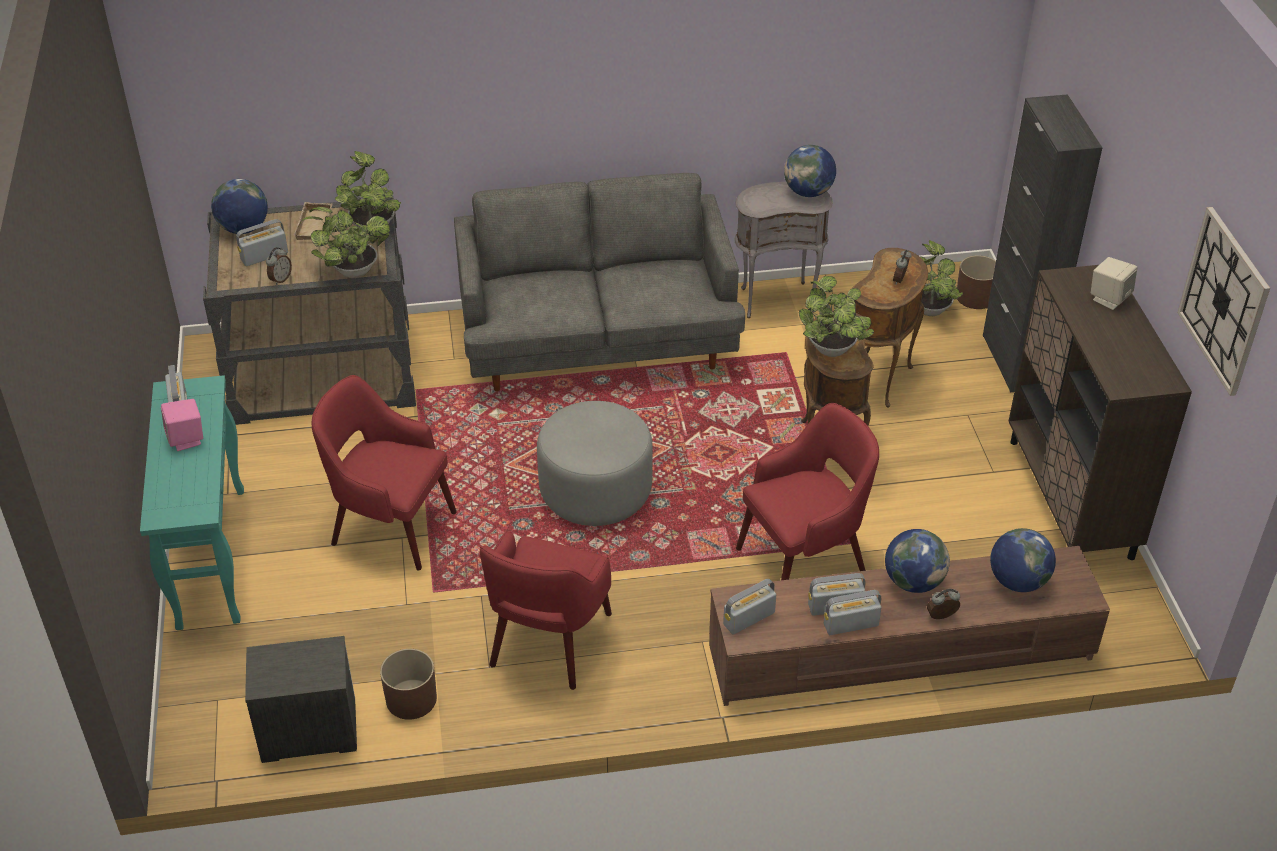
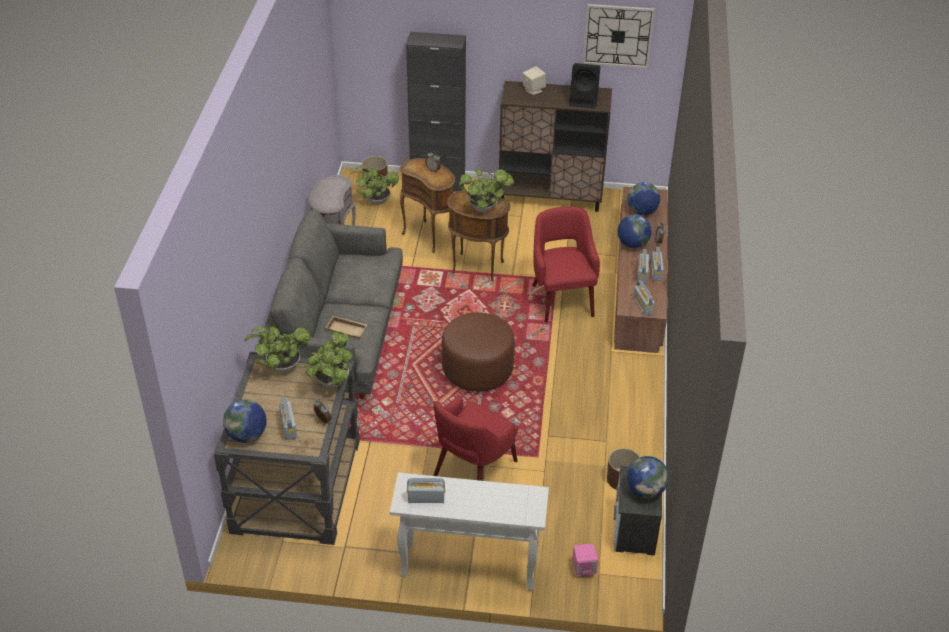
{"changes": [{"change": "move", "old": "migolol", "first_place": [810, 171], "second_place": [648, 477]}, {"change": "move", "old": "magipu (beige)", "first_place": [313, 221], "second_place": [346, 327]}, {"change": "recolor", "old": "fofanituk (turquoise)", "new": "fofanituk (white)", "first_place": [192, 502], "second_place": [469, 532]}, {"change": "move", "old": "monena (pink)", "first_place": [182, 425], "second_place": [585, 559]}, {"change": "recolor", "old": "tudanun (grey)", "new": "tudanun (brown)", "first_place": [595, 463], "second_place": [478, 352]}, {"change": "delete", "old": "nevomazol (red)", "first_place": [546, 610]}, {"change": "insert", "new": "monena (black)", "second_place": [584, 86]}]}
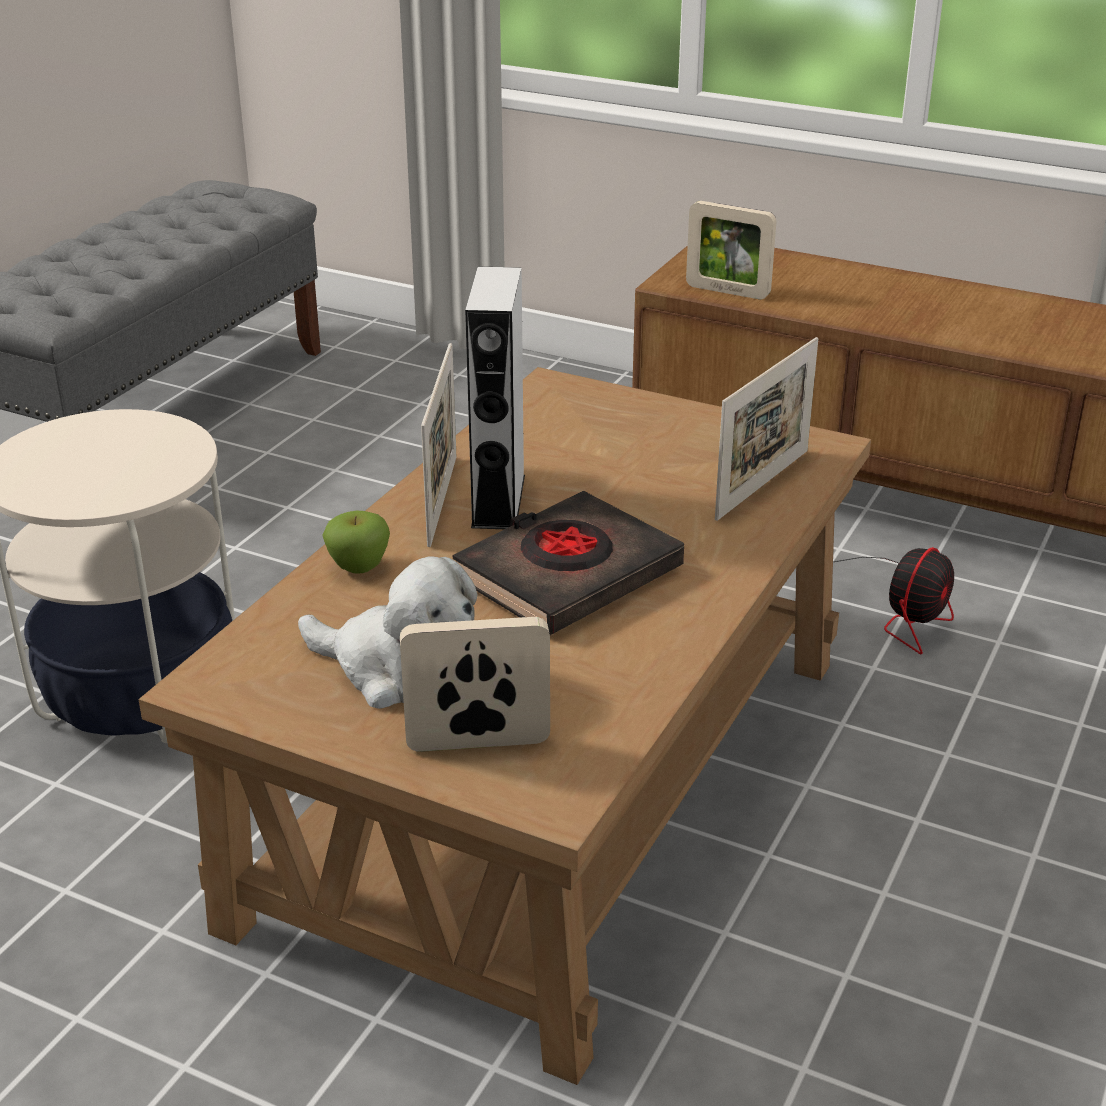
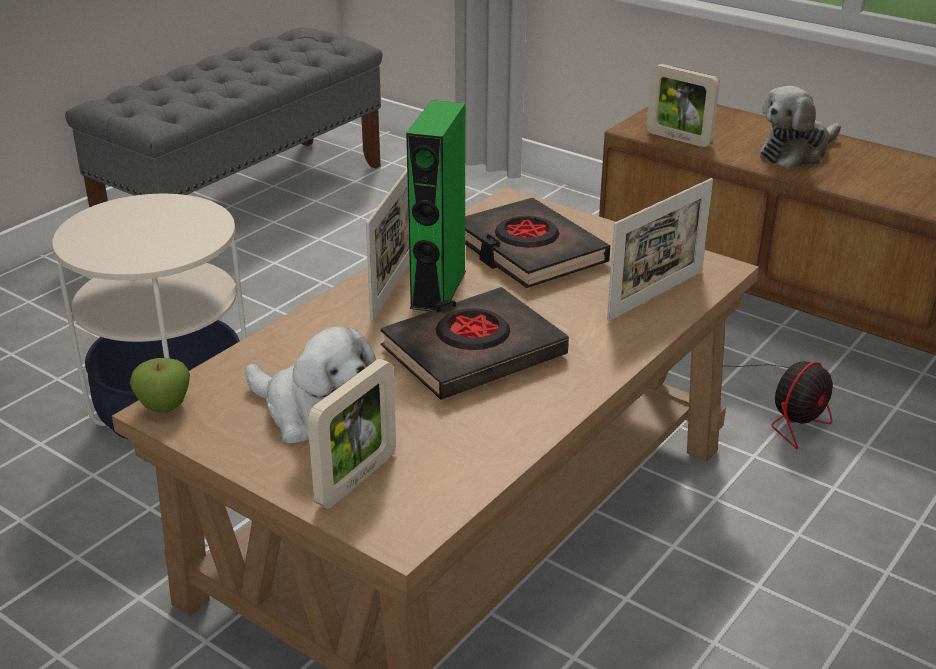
{"changes": [{"change": "recolor", "old": "monena (grey)", "new": "monena (green)", "first_place": [495, 398], "second_place": [436, 205]}, {"change": "move", "old": "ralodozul", "first_place": [356, 542], "second_place": [160, 385]}, {"change": "rotate", "old": "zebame", "first_place": [475, 684], "second_place": [352, 433], "degrees": 120}, {"change": "insert", "new": "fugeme", "second_place": [800, 127]}, {"change": "insert", "new": "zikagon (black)", "second_place": [537, 243]}]}
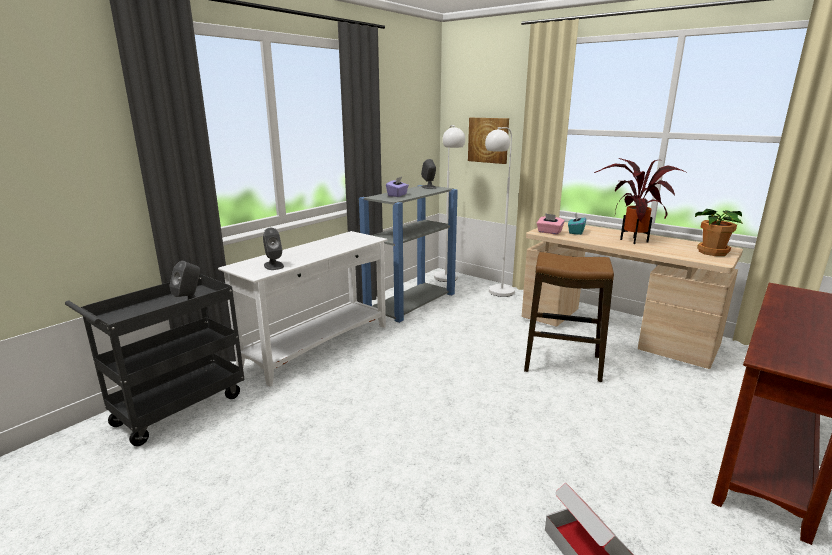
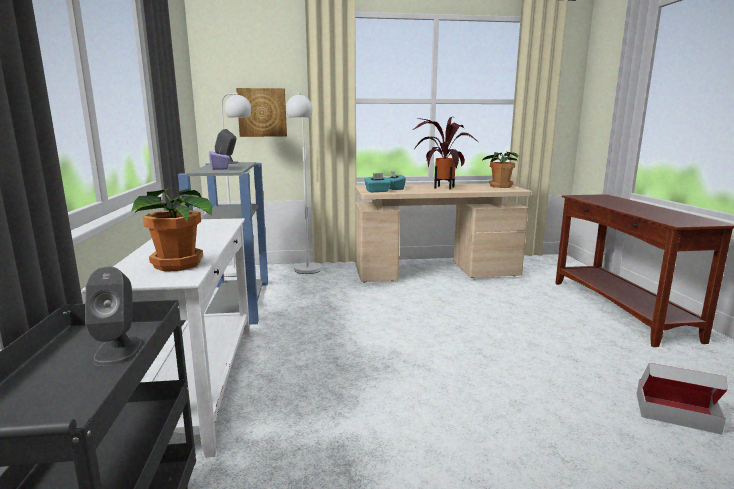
{"changes": [{"change": "recolor", "old": "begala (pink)", "new": "begala (turquoise)", "first_place": [551, 223], "second_place": [377, 182]}, {"change": "replace", "old": "monena (grey)", "new": "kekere", "first_place": [273, 249], "second_place": [172, 229]}, {"change": "delete", "old": "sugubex", "first_place": [569, 317]}]}
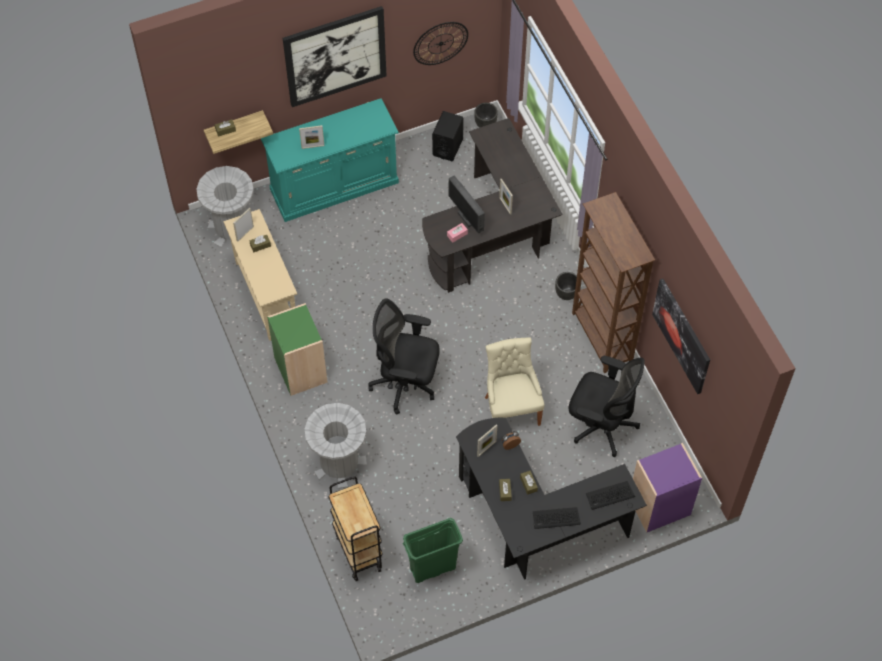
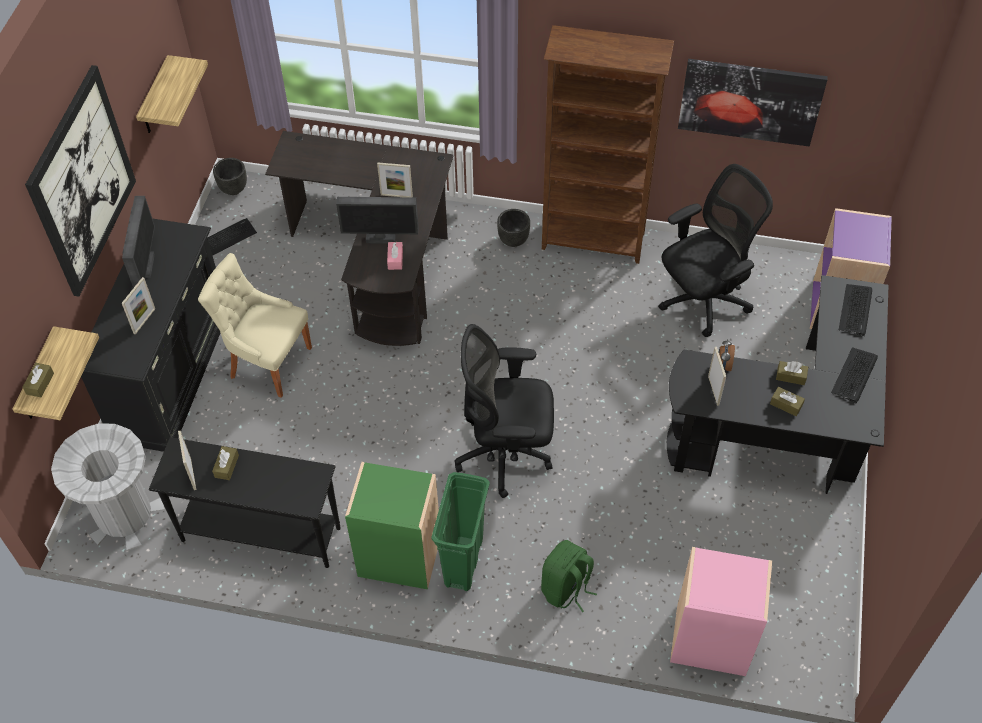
{"changes": [{"change": "replace", "old": "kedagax", "new": "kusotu", "first_place": [440, 43], "second_place": [172, 94]}, {"change": "recolor", "old": "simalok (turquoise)", "new": "simalok (black)", "first_place": [330, 160], "second_place": [150, 335]}, {"change": "replace", "old": "monena (black)", "new": "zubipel", "first_place": [448, 136], "second_place": [232, 237]}, {"change": "recolor", "old": "fofanituk (beige)", "new": "fofanituk (black)", "first_place": [260, 275], "second_place": [245, 502]}, {"change": "rotate", "old": "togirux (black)", "first_place": [404, 356], "second_place": [504, 411], "degrees": 45}, {"change": "move", "old": "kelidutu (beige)", "first_place": [514, 381], "second_place": [255, 325]}, {"change": "replace", "old": "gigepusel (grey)", "new": "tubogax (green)", "first_place": [336, 445], "second_place": [569, 576]}, {"change": "replace", "old": "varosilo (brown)", "new": "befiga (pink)", "first_place": [355, 528], "second_place": [721, 611]}, {"change": "move", "old": "gigepusel (green)", "first_place": [433, 550], "second_place": [460, 531]}, {"change": "insert", "new": "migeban", "second_place": [138, 242]}]}
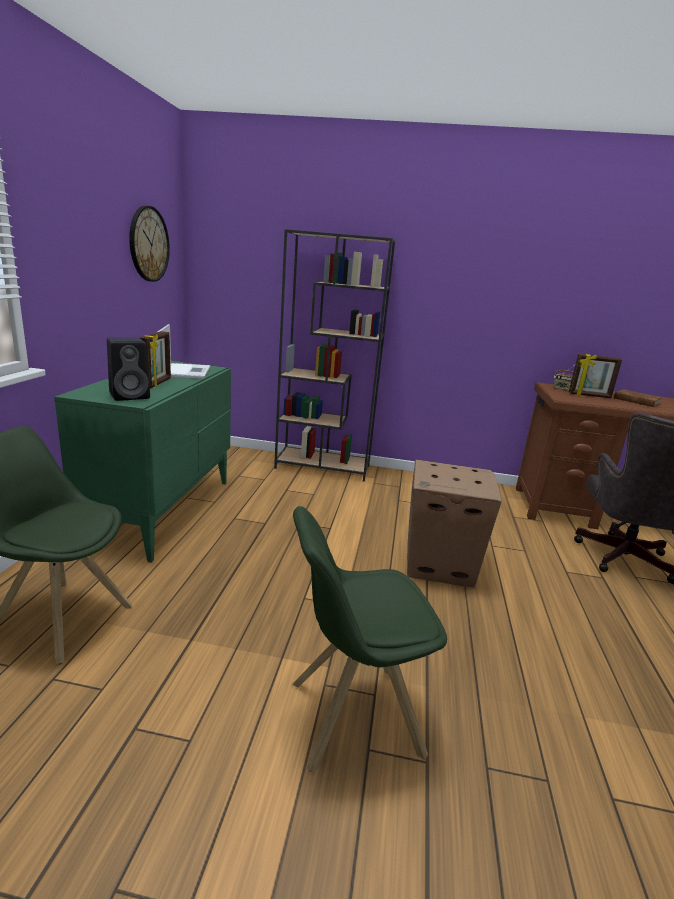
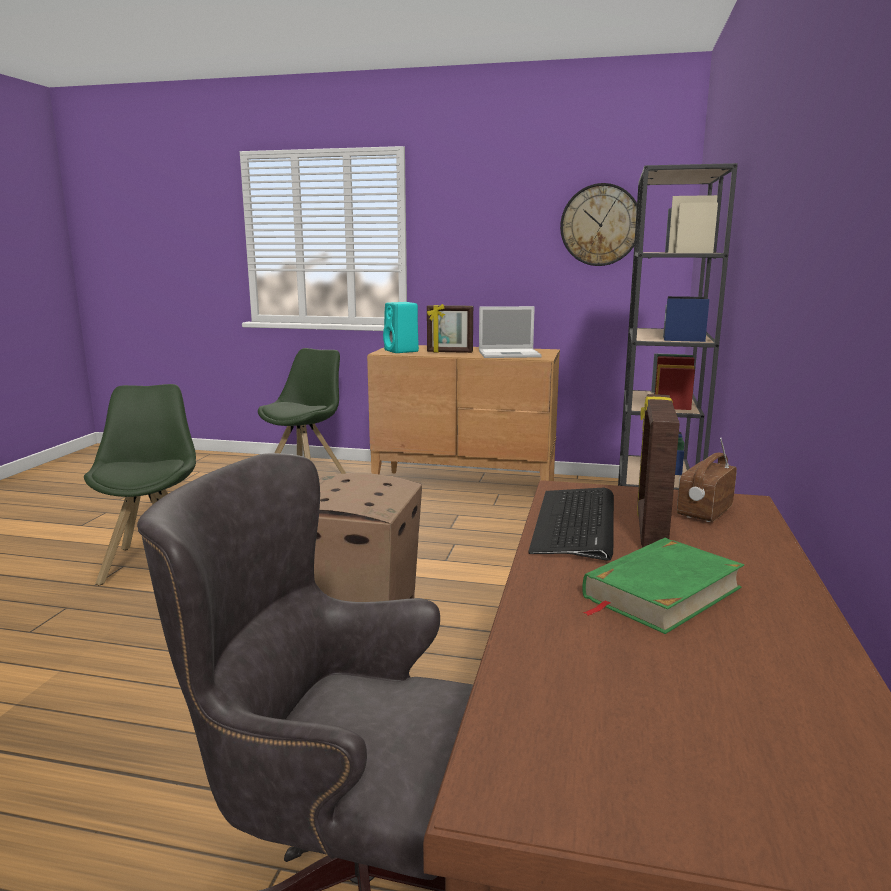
{"changes": [{"change": "recolor", "old": "monena (black)", "new": "monena (turquoise)", "first_place": [128, 369], "second_place": [401, 327]}, {"change": "recolor", "old": "simalok (green)", "new": "simalok (brown)", "first_place": [142, 462], "second_place": [463, 413]}, {"change": "recolor", "old": "zikagon (brown)", "new": "zikagon (green)", "first_place": [638, 398], "second_place": [663, 586]}, {"change": "insert", "new": "zubipel", "second_place": [571, 524]}]}
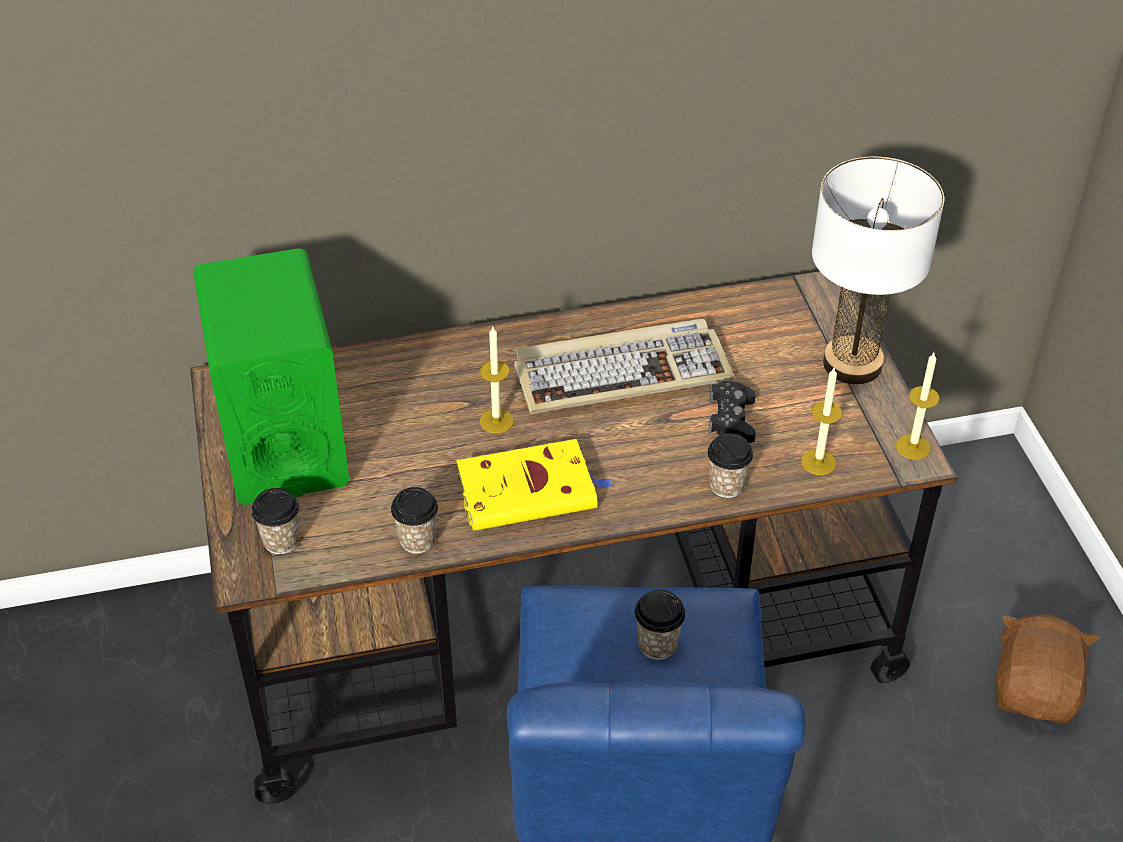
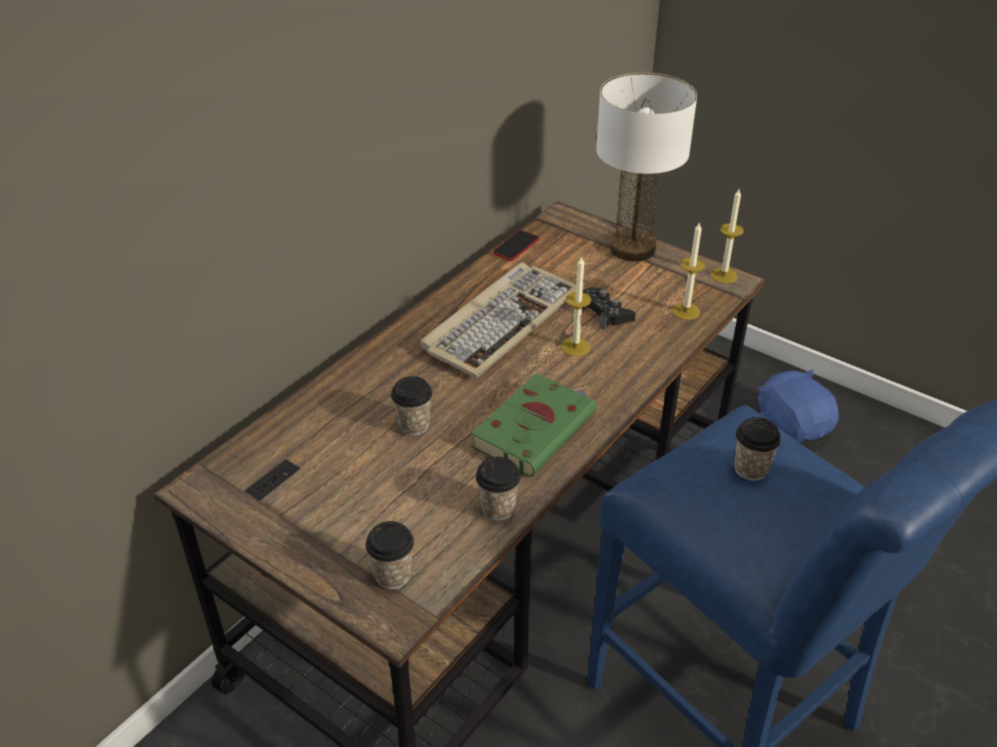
{"changes": [{"change": "delete", "old": "monena (green)", "first_place": [271, 376]}, {"change": "move", "old": "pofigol", "first_place": [497, 380], "second_place": [576, 306]}, {"change": "move", "old": "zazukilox", "first_place": [730, 465], "second_place": [411, 406]}, {"change": "recolor", "old": "zikagon (yellow)", "new": "zikagon (green)", "first_place": [535, 485], "second_place": [534, 425]}, {"change": "recolor", "old": "fugeme (brown)", "new": "fugeme (blue)", "first_place": [1047, 668], "second_place": [798, 406]}, {"change": "insert", "new": "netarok", "second_place": [515, 245]}]}
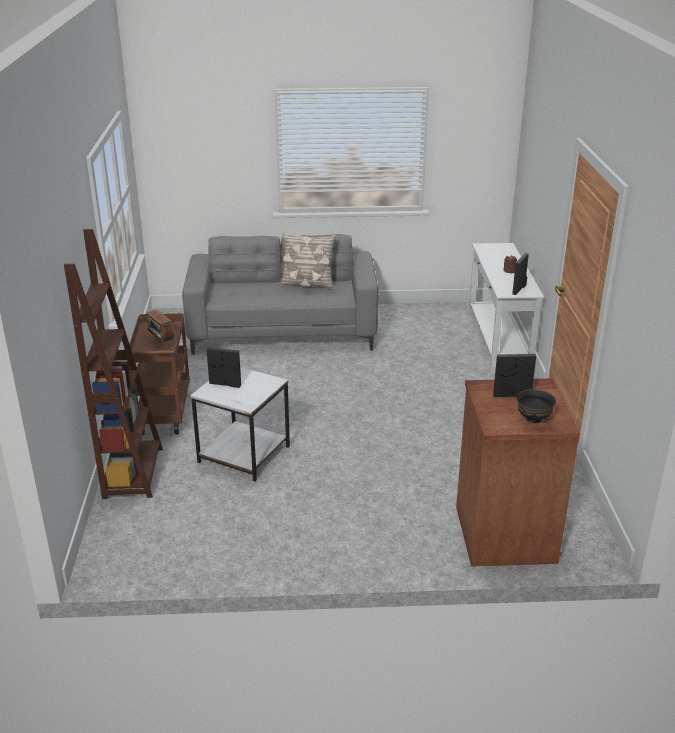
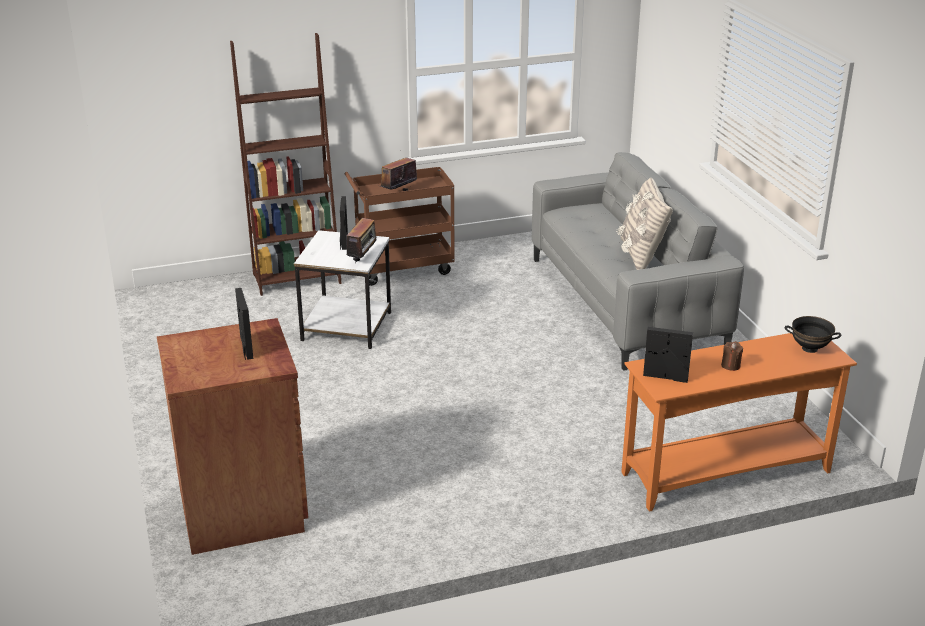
{"changes": [{"change": "recolor", "old": "fofanituk (white)", "new": "fofanituk (orange)", "first_place": [506, 308], "second_place": [739, 422]}, {"change": "move", "old": "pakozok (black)", "first_place": [536, 406], "second_place": [813, 334]}, {"change": "insert", "new": "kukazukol", "second_place": [362, 240]}]}
